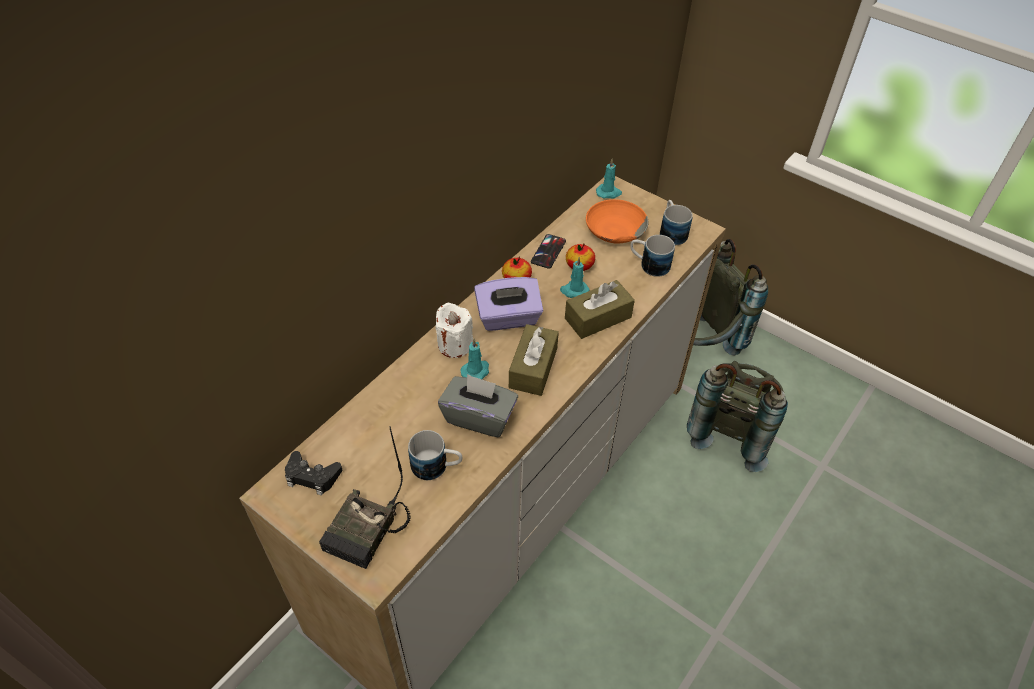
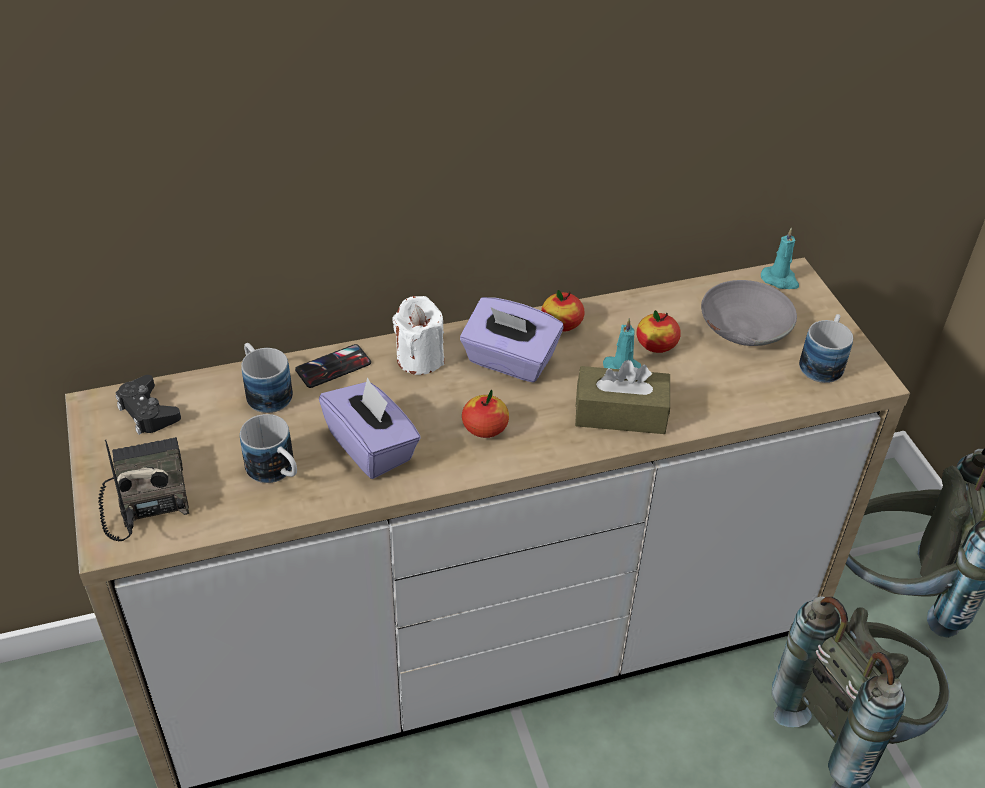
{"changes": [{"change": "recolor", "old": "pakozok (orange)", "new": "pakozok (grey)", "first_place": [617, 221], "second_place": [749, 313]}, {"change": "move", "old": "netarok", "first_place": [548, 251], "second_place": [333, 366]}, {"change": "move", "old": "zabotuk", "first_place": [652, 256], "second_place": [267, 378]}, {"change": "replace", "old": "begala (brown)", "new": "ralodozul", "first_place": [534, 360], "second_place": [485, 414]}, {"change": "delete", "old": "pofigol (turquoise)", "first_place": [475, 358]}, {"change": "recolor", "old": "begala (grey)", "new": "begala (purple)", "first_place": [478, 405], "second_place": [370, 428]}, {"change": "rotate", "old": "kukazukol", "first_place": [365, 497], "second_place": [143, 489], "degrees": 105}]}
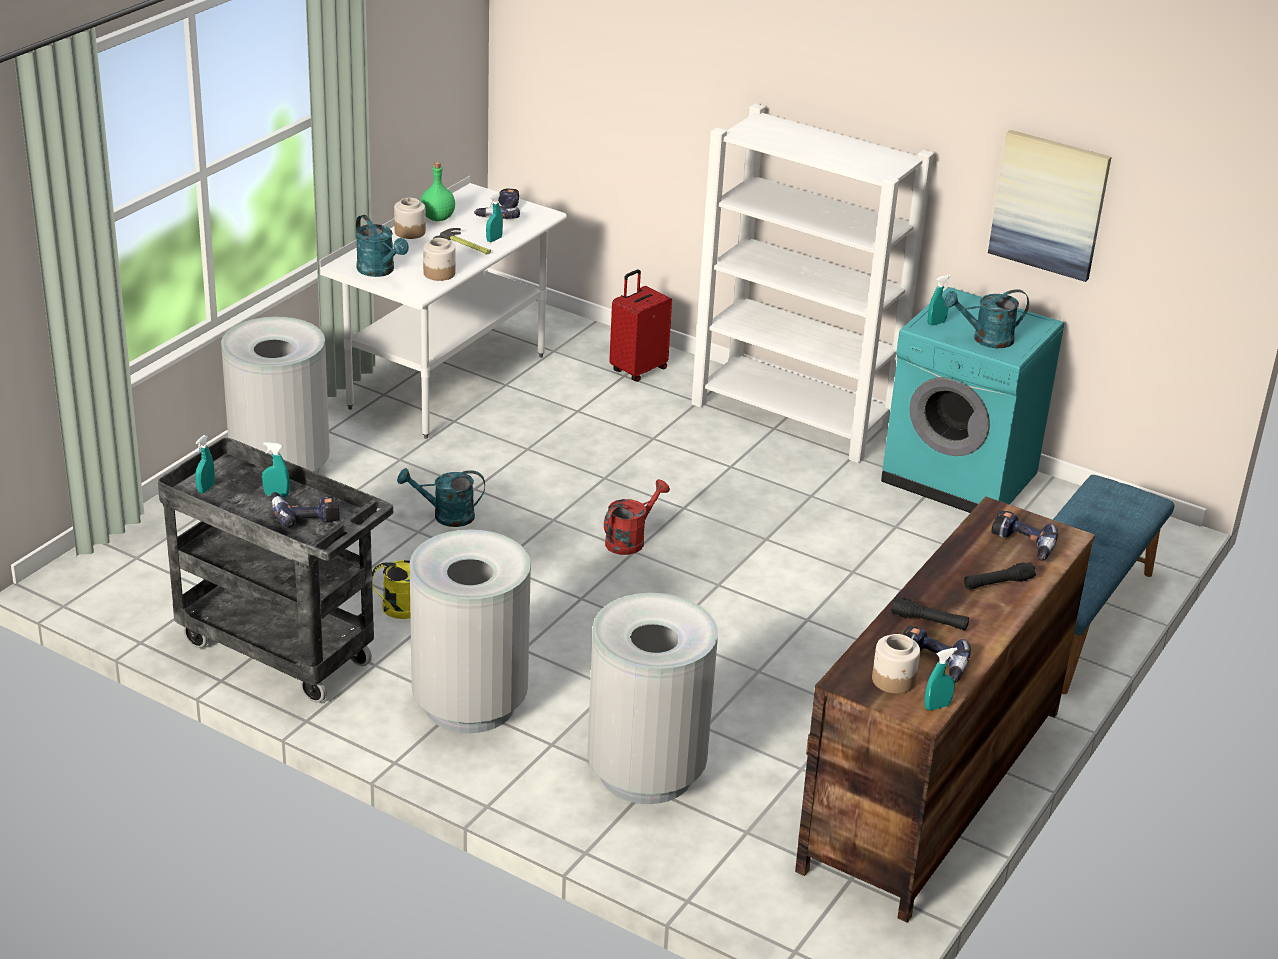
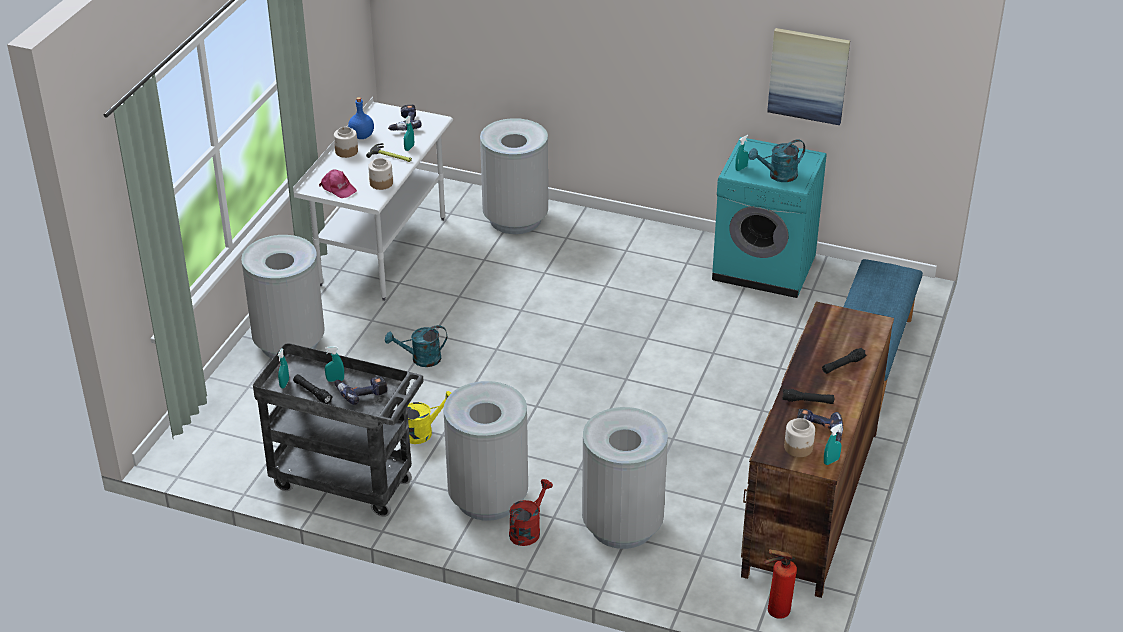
{"changes": [{"change": "delete", "old": "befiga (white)", "first_place": [812, 283]}, {"change": "recolor", "old": "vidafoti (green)", "new": "vidafoti (blue)", "first_place": [437, 191], "second_place": [361, 118]}, {"change": "replace", "old": "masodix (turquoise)", "new": "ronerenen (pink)", "first_place": [382, 246], "second_place": [338, 183]}, {"change": "replace", "old": "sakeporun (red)", "new": "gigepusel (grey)", "first_place": [640, 325], "second_place": [514, 176]}, {"change": "move", "old": "masodix (red)", "first_place": [637, 517], "second_place": [531, 512]}, {"change": "delete", "old": "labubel", "first_place": [1024, 535]}, {"change": "insert", "new": "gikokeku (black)", "second_place": [313, 389]}, {"change": "insert", "new": "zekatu", "second_place": [780, 584]}]}
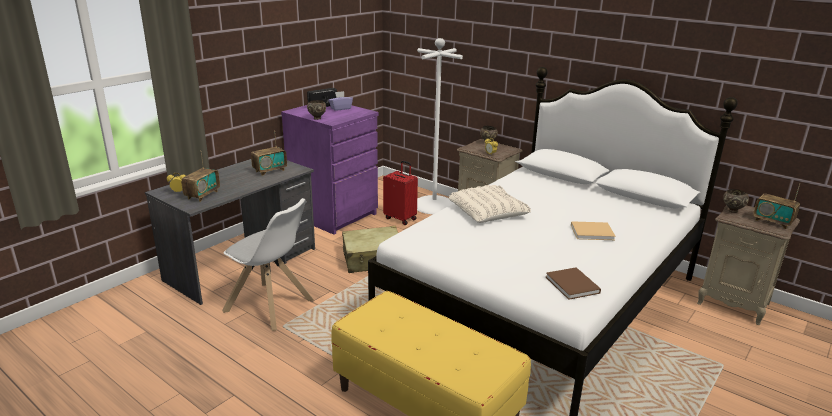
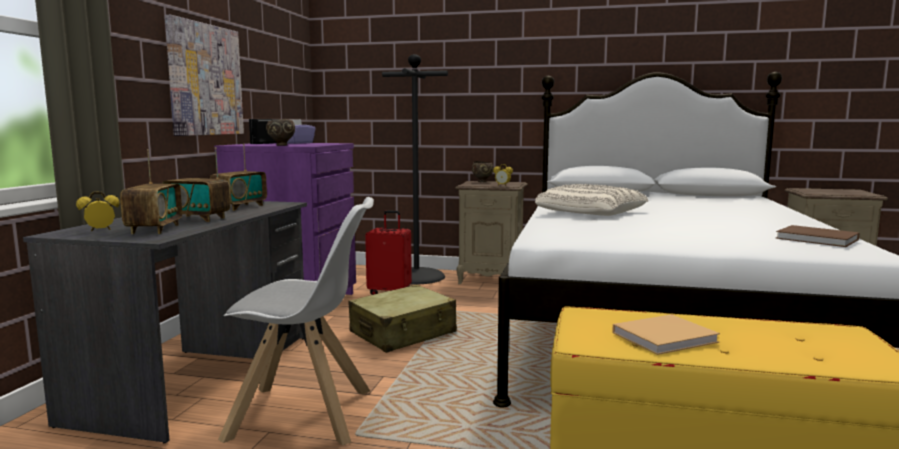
{"changes": [{"change": "recolor", "old": "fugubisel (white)", "new": "fugubisel (black)", "first_place": [440, 126], "second_place": [415, 169]}, {"change": "move", "old": "kukazukol", "first_place": [777, 206], "second_place": [196, 184]}, {"change": "delete", "old": "pakozok (brown)", "first_place": [736, 201]}, {"change": "move", "old": "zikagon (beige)", "first_place": [593, 230], "second_place": [666, 334]}, {"change": "insert", "new": "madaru", "second_place": [204, 75]}]}
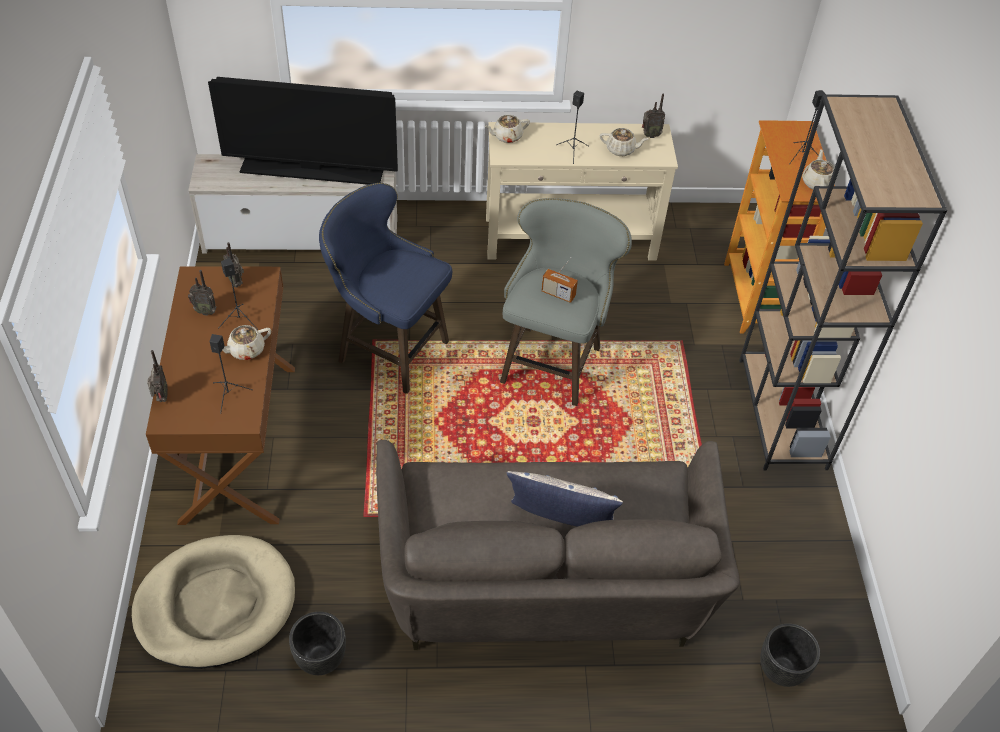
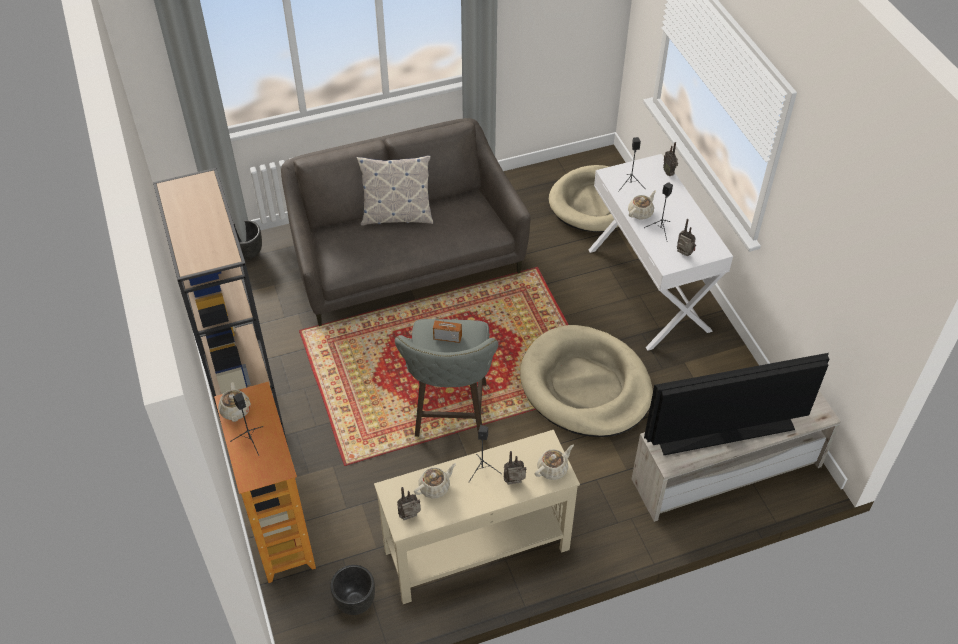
{"changes": [{"change": "rotate", "old": "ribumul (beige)", "first_place": [624, 142], "second_place": [435, 480], "degrees": 150}, {"change": "replace", "old": "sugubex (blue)", "new": "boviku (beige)", "first_place": [385, 288], "second_place": [586, 381]}, {"change": "recolor", "old": "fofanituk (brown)", "new": "fofanituk (white)", "first_place": [220, 395], "second_place": [661, 252]}, {"change": "move", "old": "kukazukol", "first_place": [202, 293], "second_place": [514, 468]}, {"change": "move", "old": "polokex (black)", "first_place": [317, 643], "second_place": [352, 590]}]}
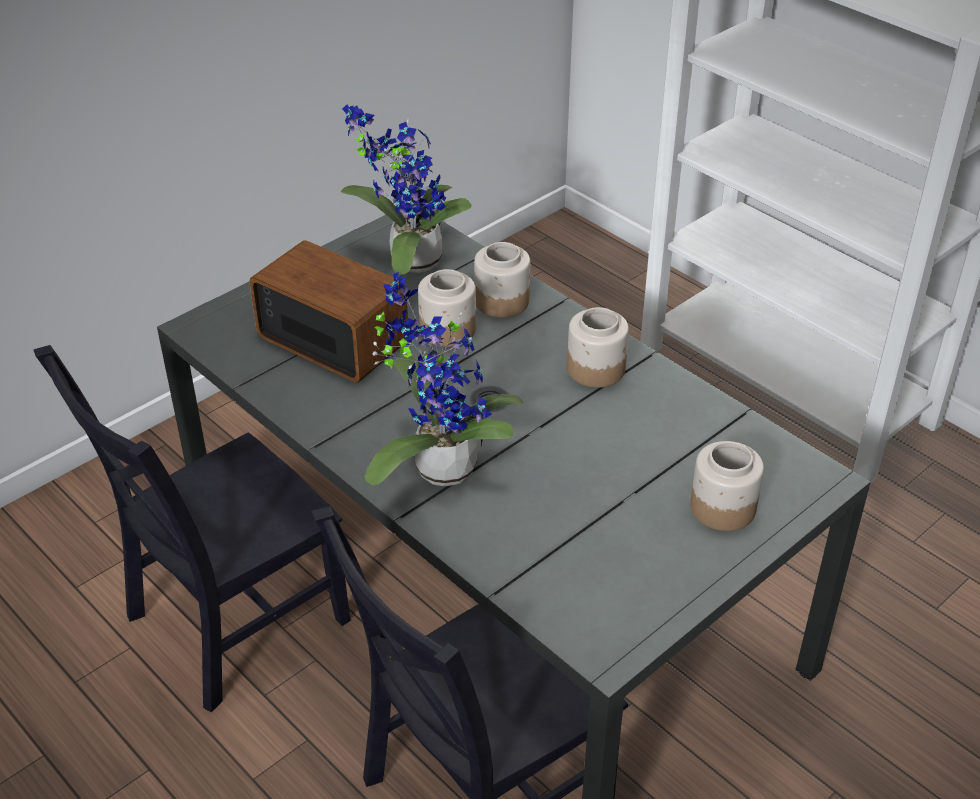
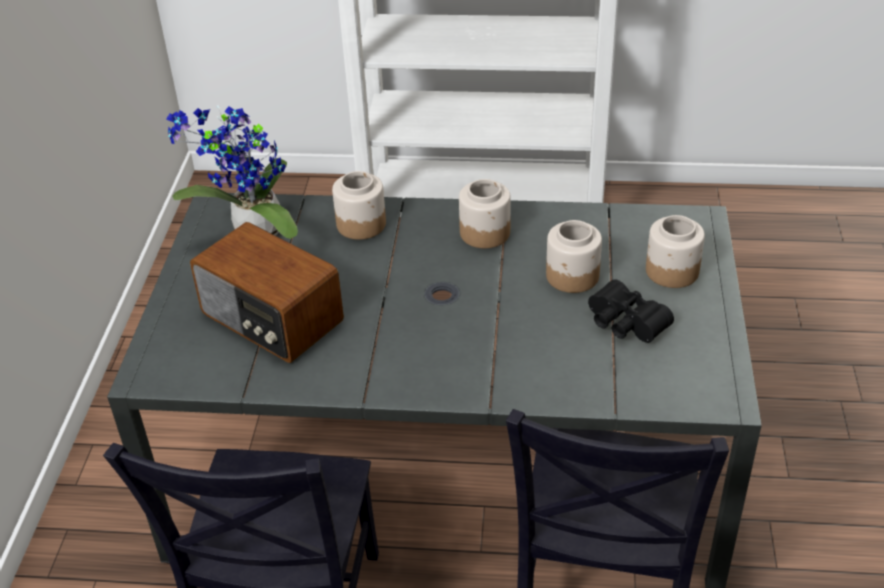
{"changes": [{"change": "rotate", "old": "kukazukol", "first_place": [329, 311], "second_place": [267, 292], "degrees": -135}, {"change": "move", "old": "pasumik", "first_place": [447, 308], "second_place": [574, 256]}, {"change": "delete", "old": "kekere", "first_place": [443, 379]}, {"change": "insert", "new": "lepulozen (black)", "second_place": [631, 311]}]}
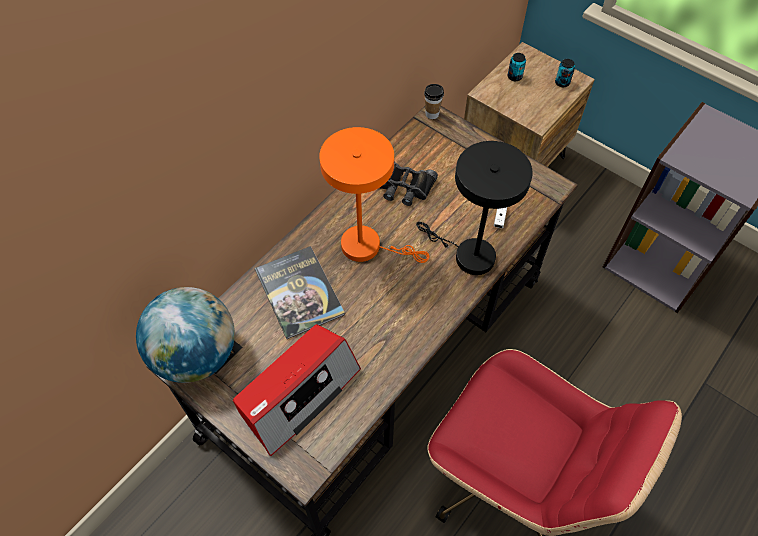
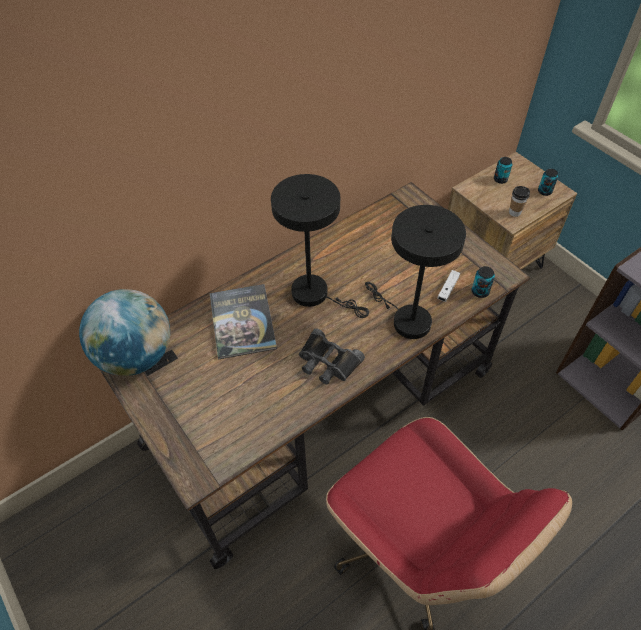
{"changes": [{"change": "move", "old": "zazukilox", "first_place": [434, 101], "second_place": [519, 201]}, {"change": "recolor", "old": "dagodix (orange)", "new": "dagodix (black)", "first_place": [374, 195], "second_place": [320, 246]}, {"change": "move", "old": "lepulozen (black)", "first_place": [409, 183], "second_place": [332, 356]}, {"change": "delete", "old": "kukazukol", "first_place": [297, 390]}, {"change": "insert", "new": "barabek", "second_place": [483, 282]}]}
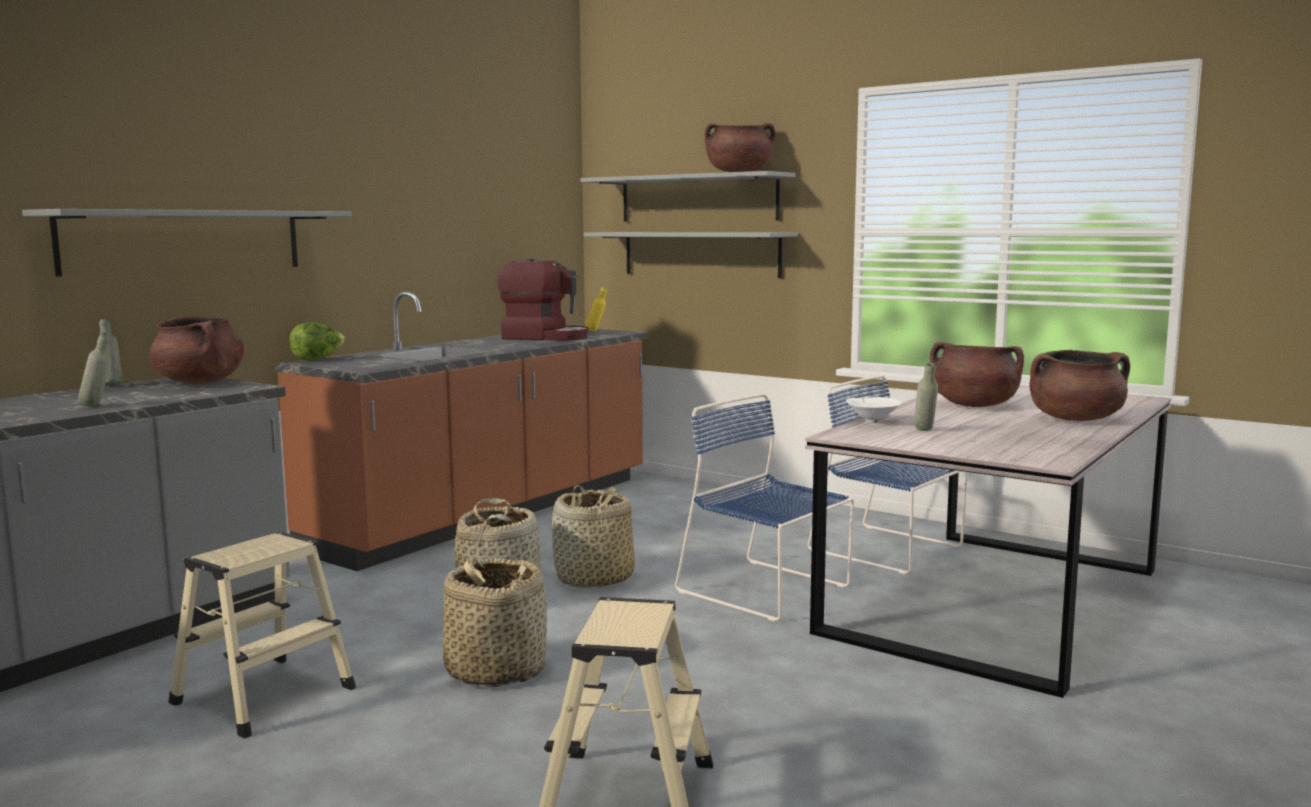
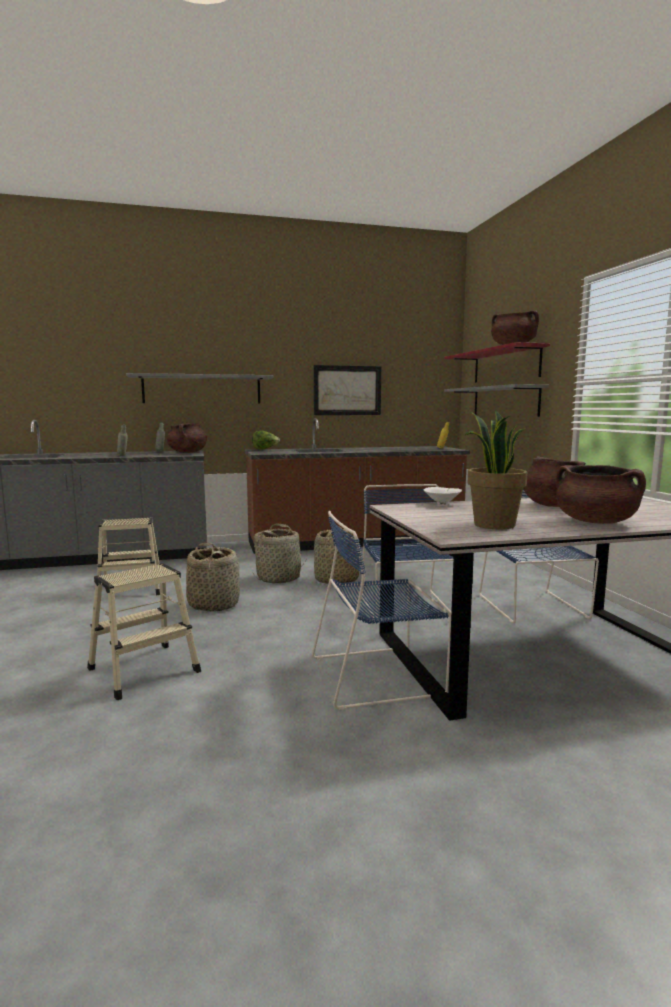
{"changes": [{"change": "recolor", "old": "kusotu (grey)", "new": "kusotu (red)", "first_place": [688, 196], "second_place": [497, 362]}, {"change": "delete", "old": "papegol", "first_place": [542, 300]}, {"change": "delete", "old": "vidafoti (grey)", "first_place": [926, 397]}, {"change": "insert", "new": "madaru", "second_place": [347, 390]}, {"change": "insert", "new": "kekere", "second_place": [496, 469]}, {"change": "insert", "new": "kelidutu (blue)", "second_place": [381, 610]}]}
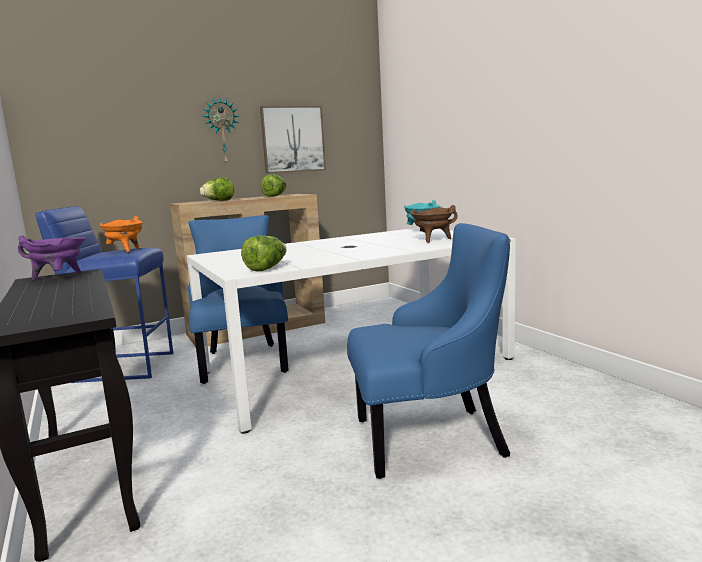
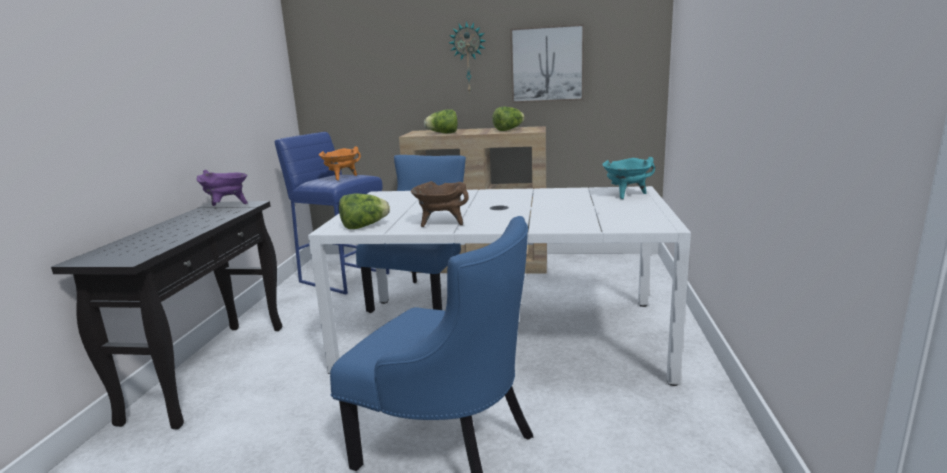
{"changes": [{"change": "move", "old": "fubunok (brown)", "first_place": [434, 224], "second_place": [440, 204]}]}
